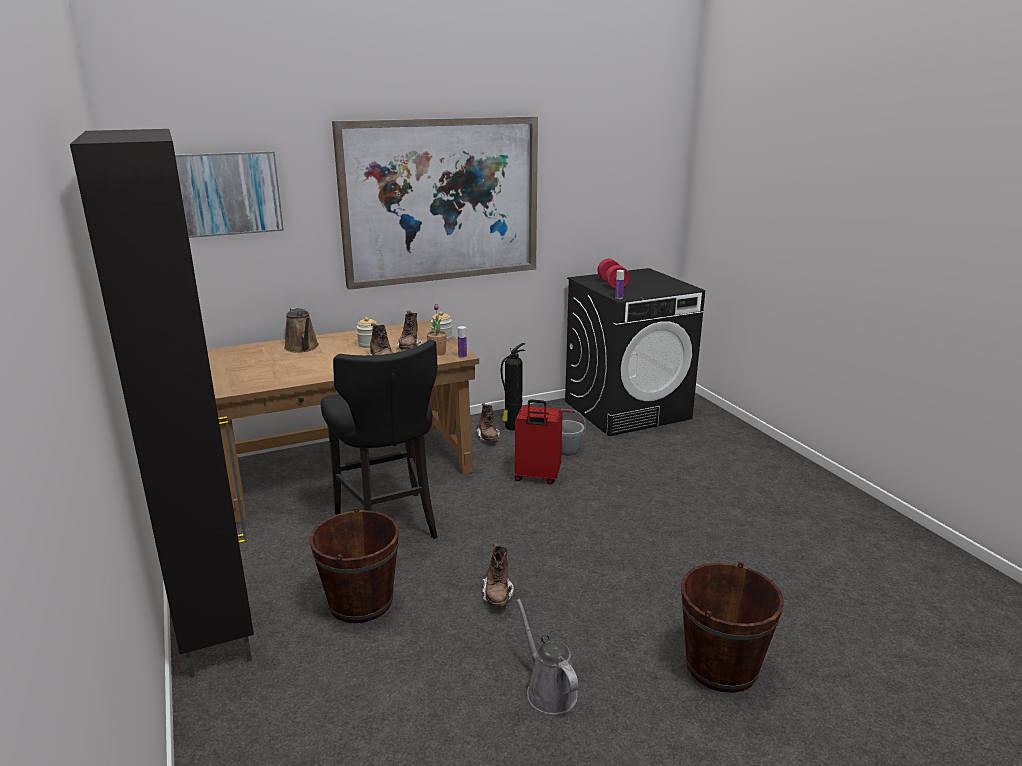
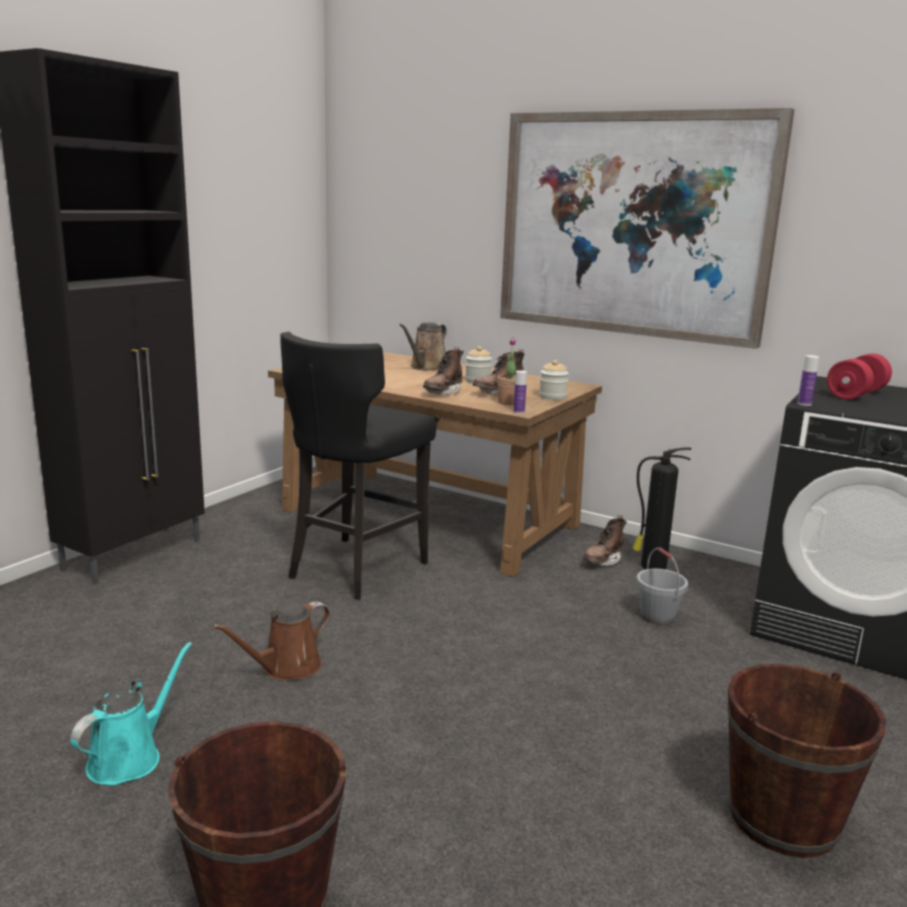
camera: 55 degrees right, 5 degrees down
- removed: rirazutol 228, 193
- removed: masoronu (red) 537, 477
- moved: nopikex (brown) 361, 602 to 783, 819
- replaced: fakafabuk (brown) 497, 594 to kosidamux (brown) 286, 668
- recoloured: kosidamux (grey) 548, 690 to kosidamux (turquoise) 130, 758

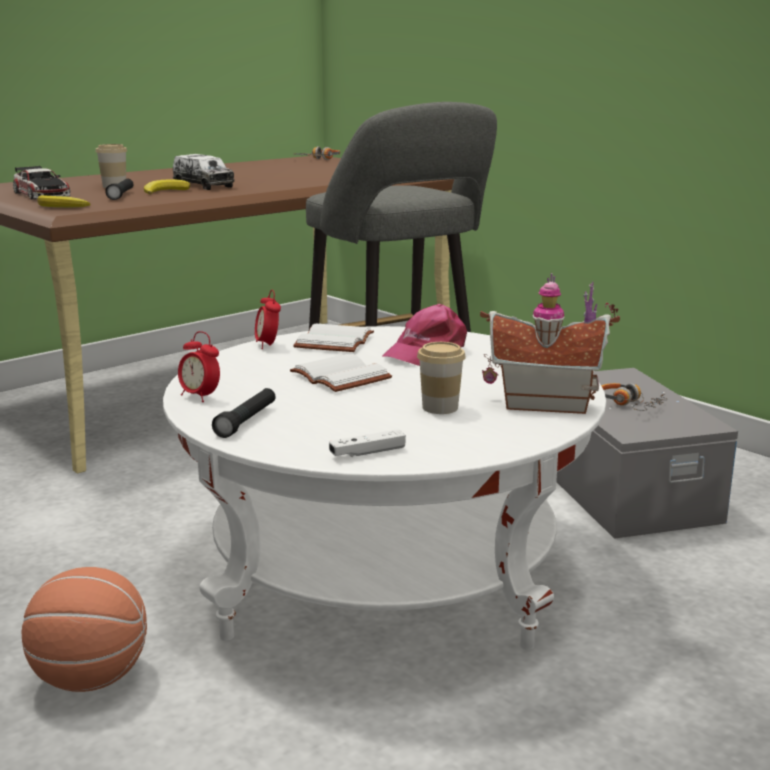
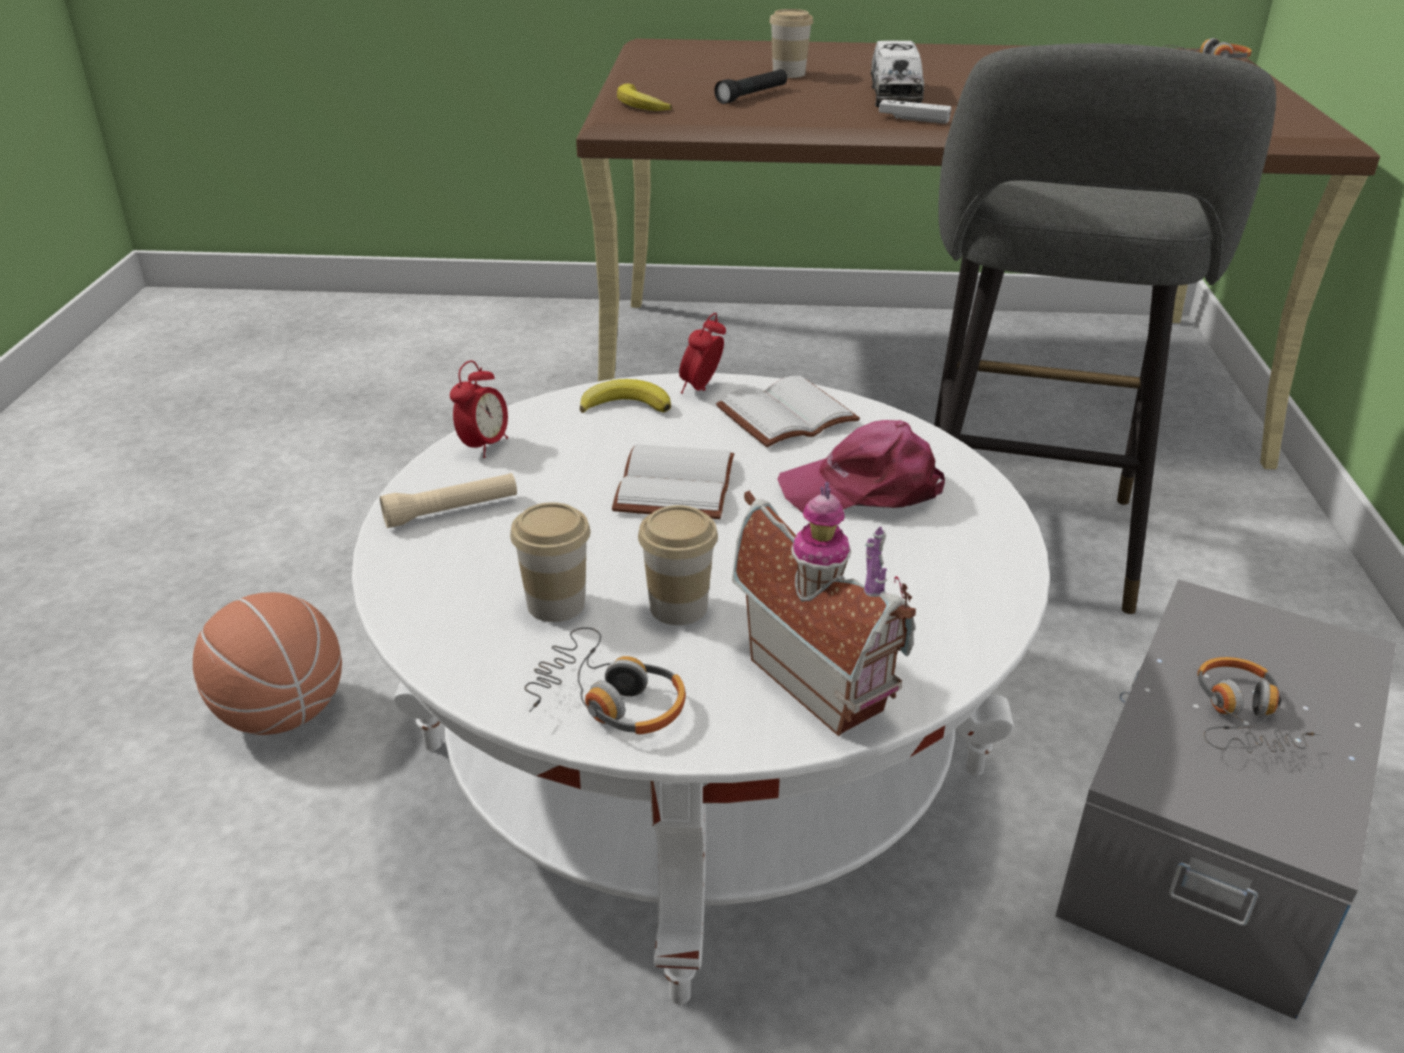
camera: 45 degrees right, 15 degrees up
- removed: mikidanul 41, 194
- added: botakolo 556, 604
- added: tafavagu 609, 700
- moved: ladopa 165, 191 to 625, 404
- moved: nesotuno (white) 367, 452 to 913, 119
- recoloured: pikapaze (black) 246, 421 to pikapaze (beige) 451, 511
- turned: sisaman 200, 397 = 484, 446 150 degrees counterclockwise

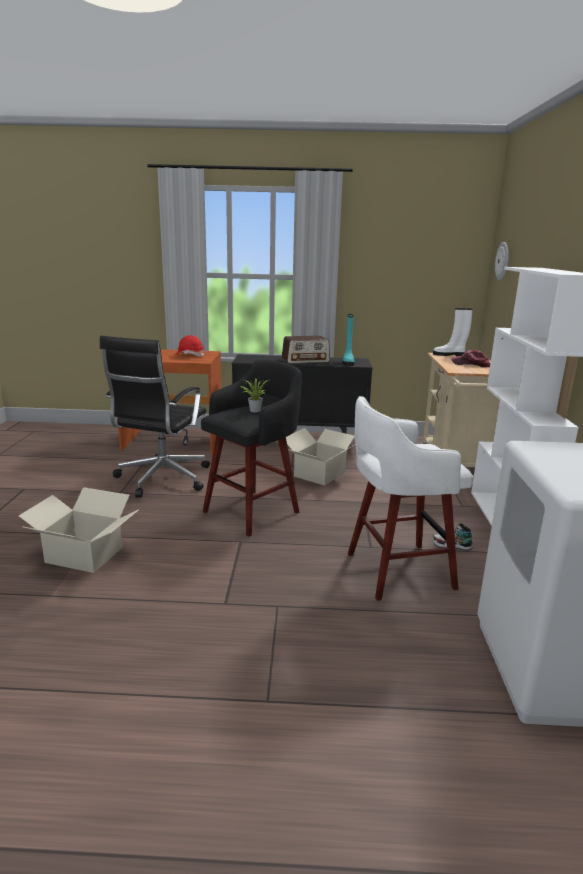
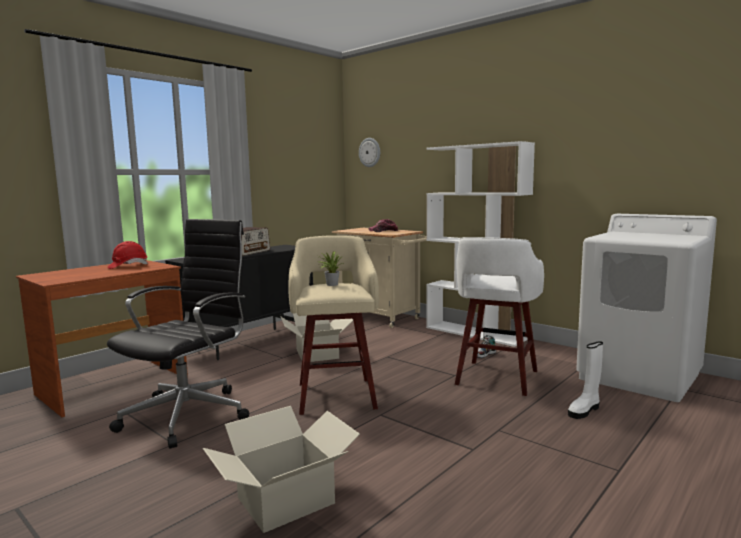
camera: 50 degrees left, 10 degrees down
- removed: fakafabuk (turquoise) 348, 362
- moved: fakafabuk (white) 449, 355 to 584, 410
- recoloured: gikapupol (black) 253, 511 to gikapupol (beige) 336, 394
- turned: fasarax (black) 161, 479 = 189, 414 120 degrees counterclockwise

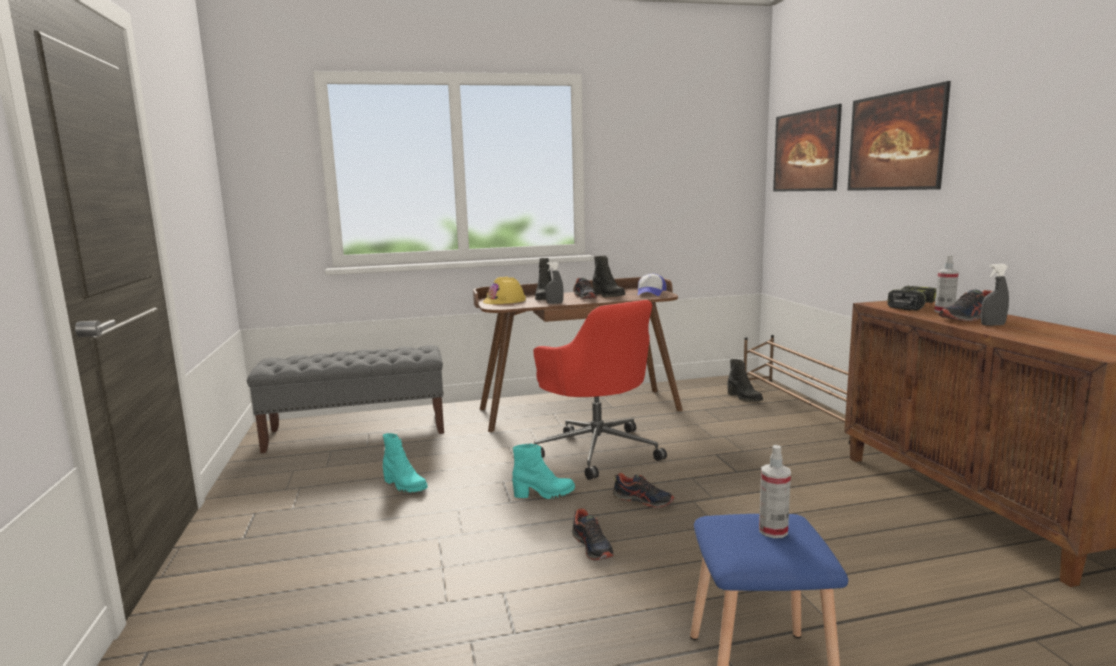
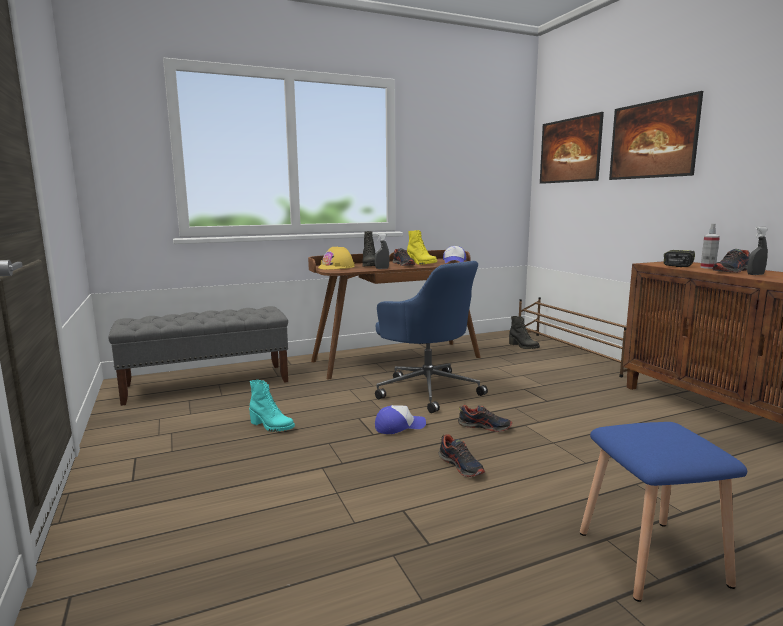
camera: 10 degrees left, 0 degrees up
- removed: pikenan 773, 531
- replaced: fakafabuk (turquoise) 544, 494 to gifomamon 399, 426
- recoloured: fasarax (red) 597, 450 to fasarax (blue) 427, 390
- recoloured: fakafabuk (black) 607, 296 to fakafabuk (yellow) 421, 263

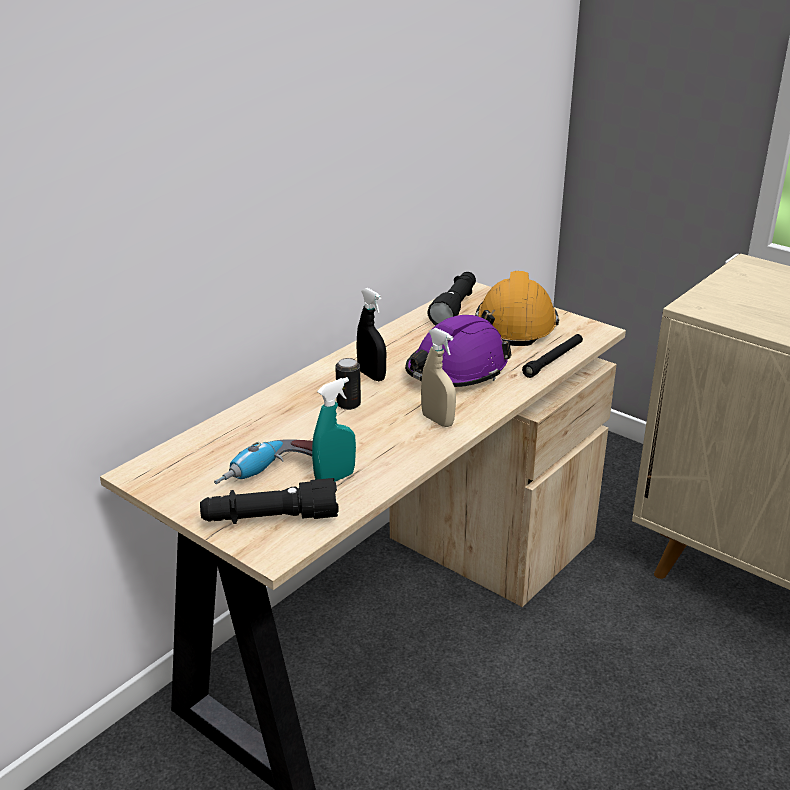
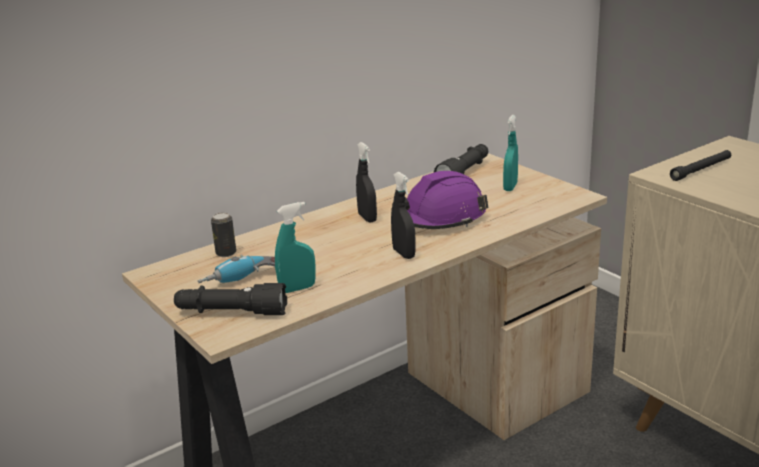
camera: 15 degrees right, 5 degrees down
- moved: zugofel 348, 404 to 226, 253
- moved: pikapaze (black) 553, 360 to 701, 170
- replaced: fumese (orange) 515, 324 to pikenan (turquoise) 510, 187
- recoloured: pikenan (beige) 437, 420 to pikenan (black) 404, 254

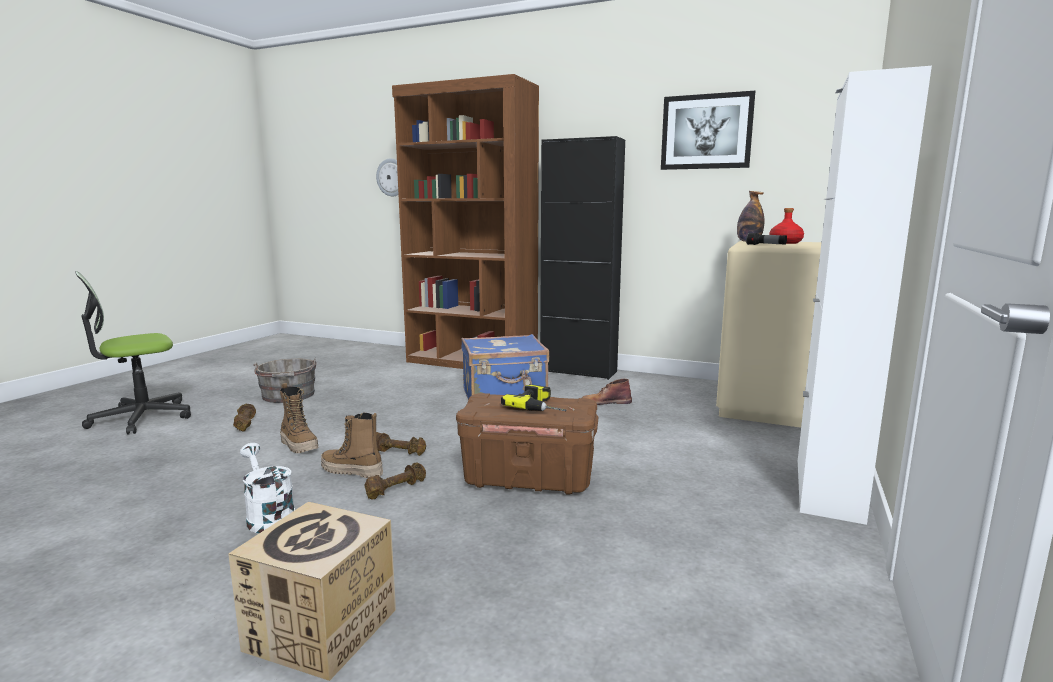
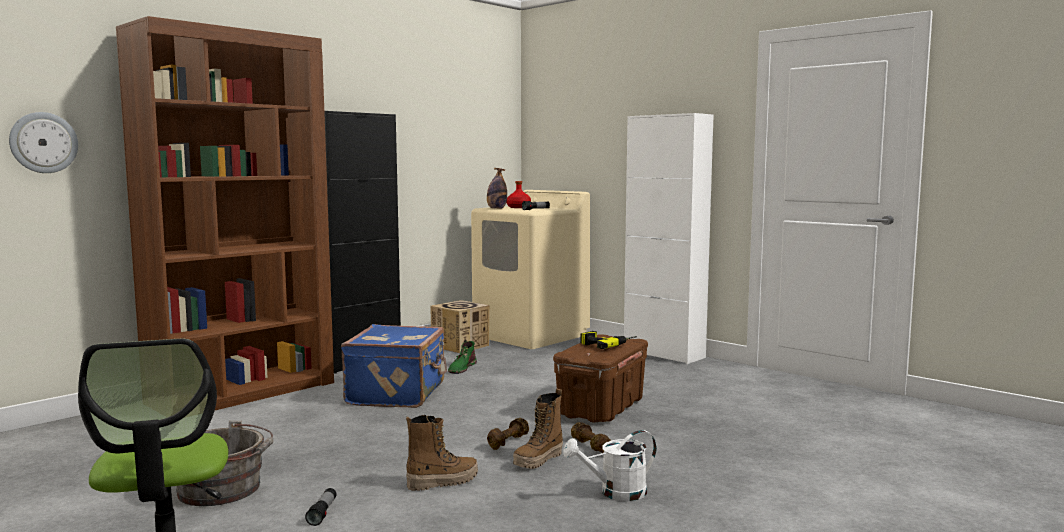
camera: 70 degrees left, 5 degrees down
- removed: rirazutol 706, 132
- moved: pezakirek 322, 629 to 460, 346
- replaced: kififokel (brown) 245, 424 to pikapaze 322, 513
- recoloured: fakafabuk (brown) 605, 402 to fakafabuk (green) 462, 368

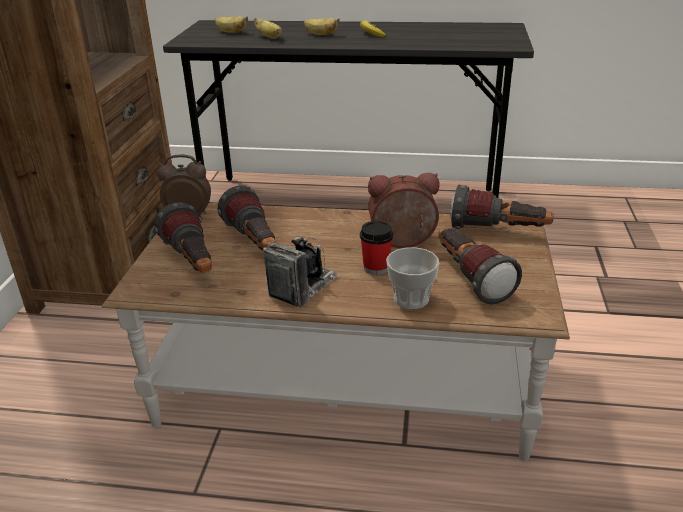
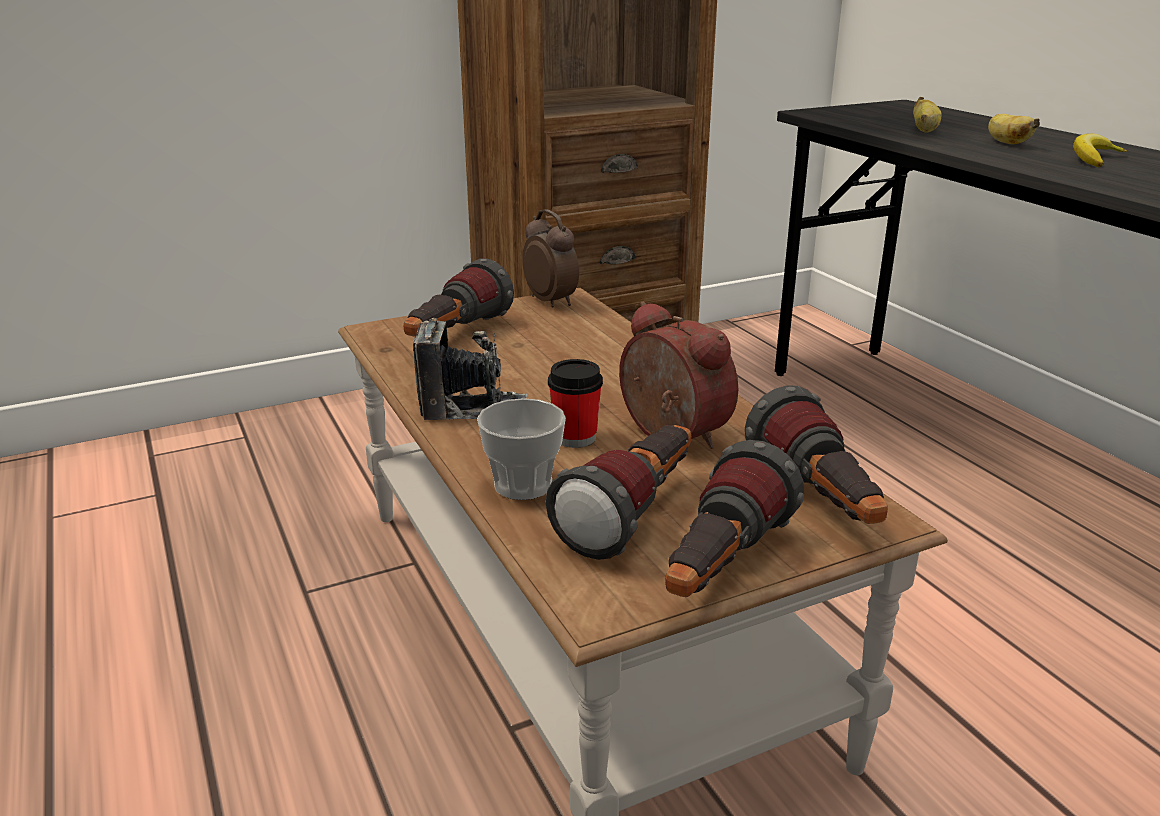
camera: 55 degrees right, 5 degrees down
- removed: ladopa 230, 32
- moved: pikapaze 254, 244 to 720, 569

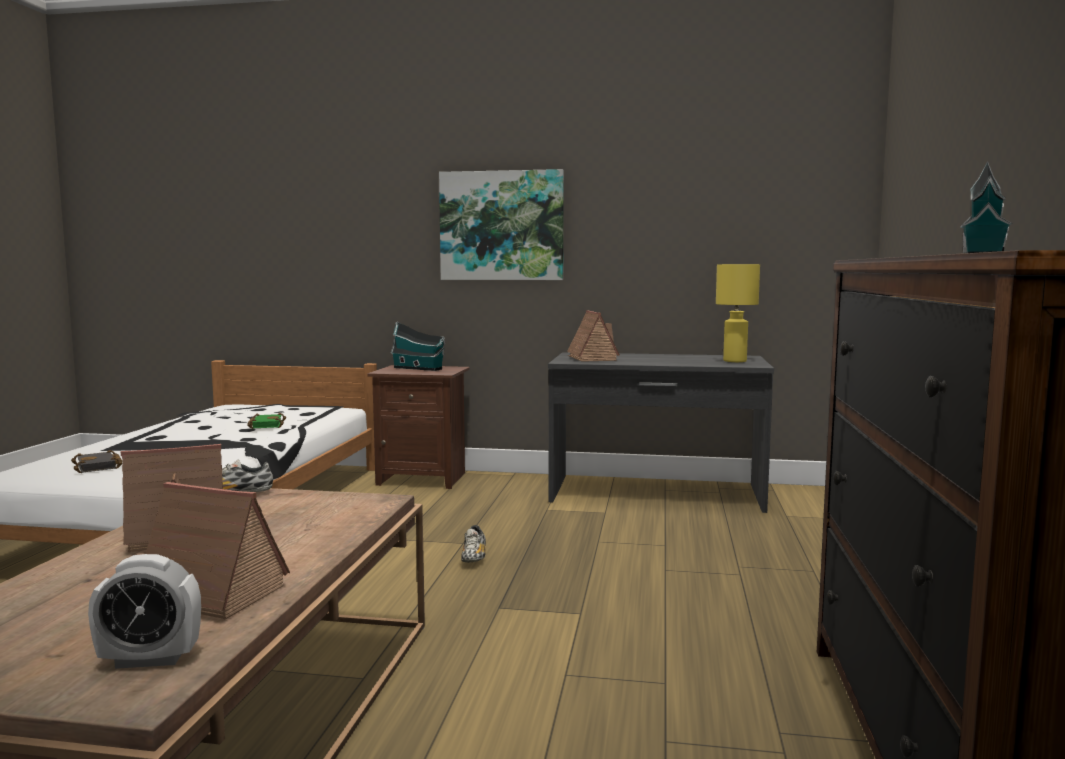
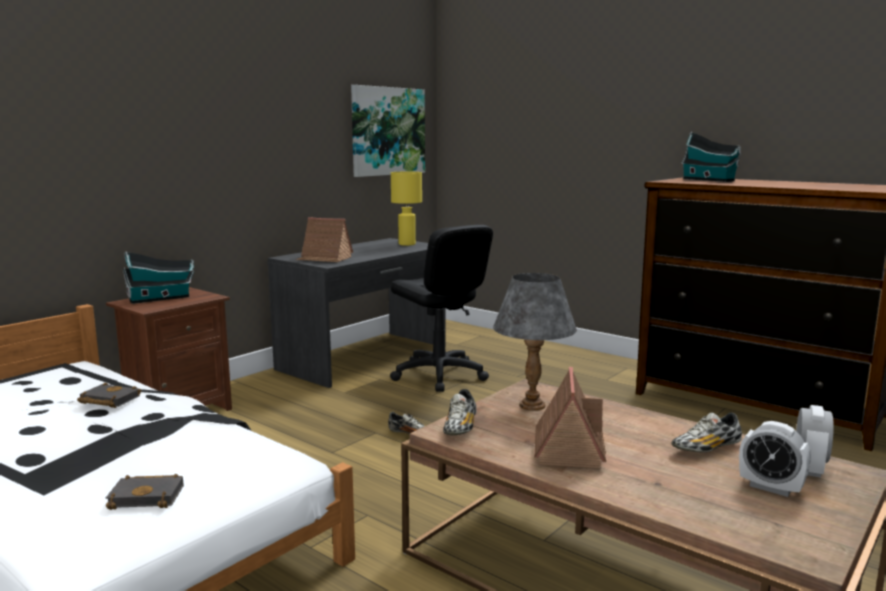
camera: 60 degrees left, 5 degrees up
- added: fasarax (black) 439, 375
- added: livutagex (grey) 532, 405
- added: sisaman 770, 487
- moved: rirazutol 502, 226 to 388, 131
- replaced: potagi 208, 594 to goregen 706, 449
- recoloured: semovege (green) 265, 425 to semovege (black) 107, 400

